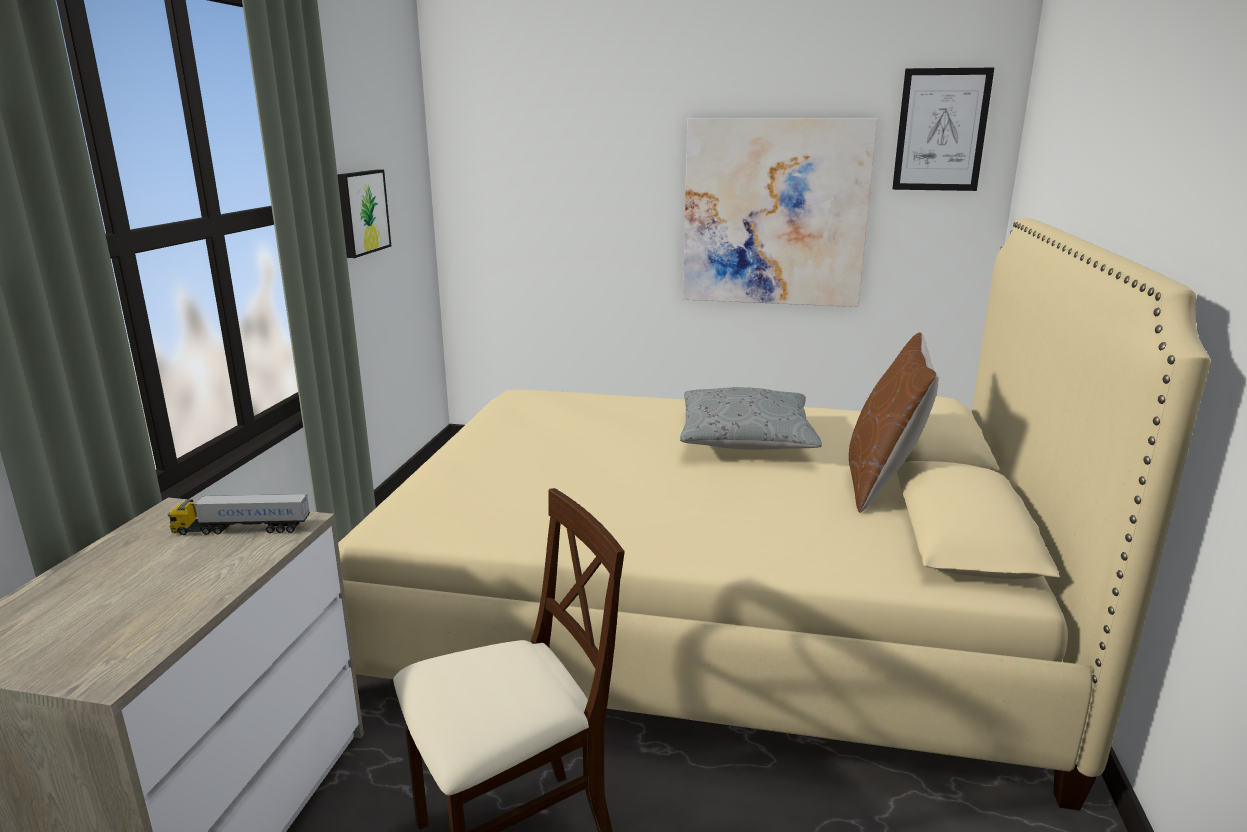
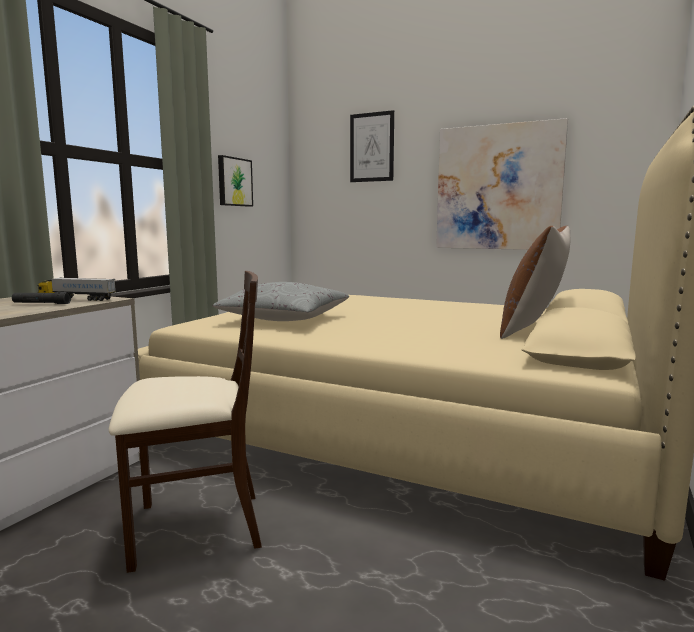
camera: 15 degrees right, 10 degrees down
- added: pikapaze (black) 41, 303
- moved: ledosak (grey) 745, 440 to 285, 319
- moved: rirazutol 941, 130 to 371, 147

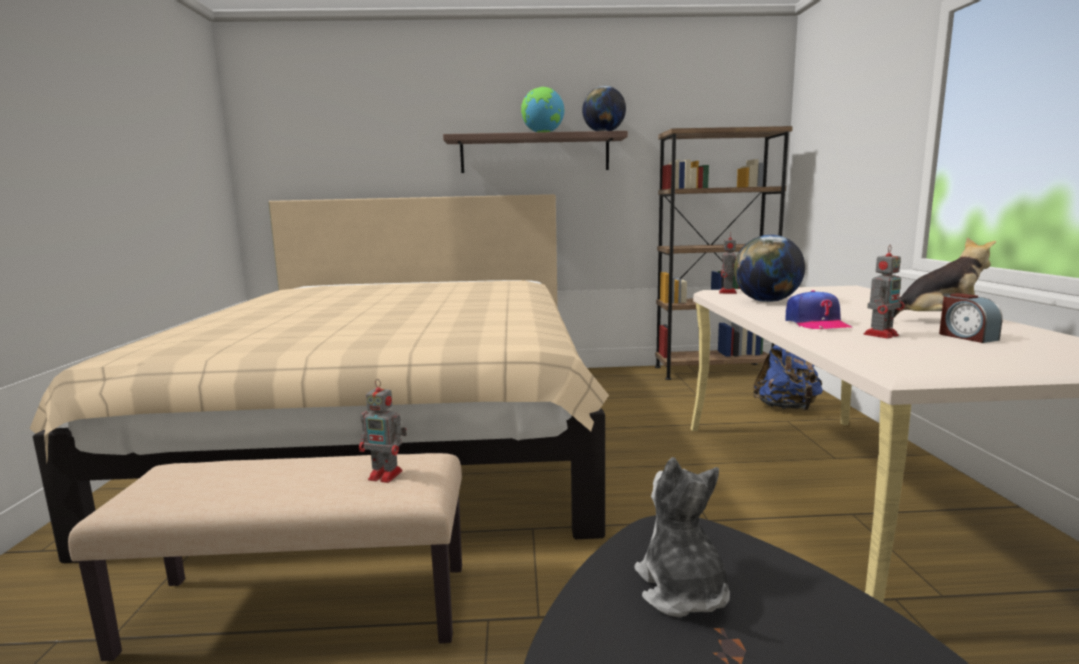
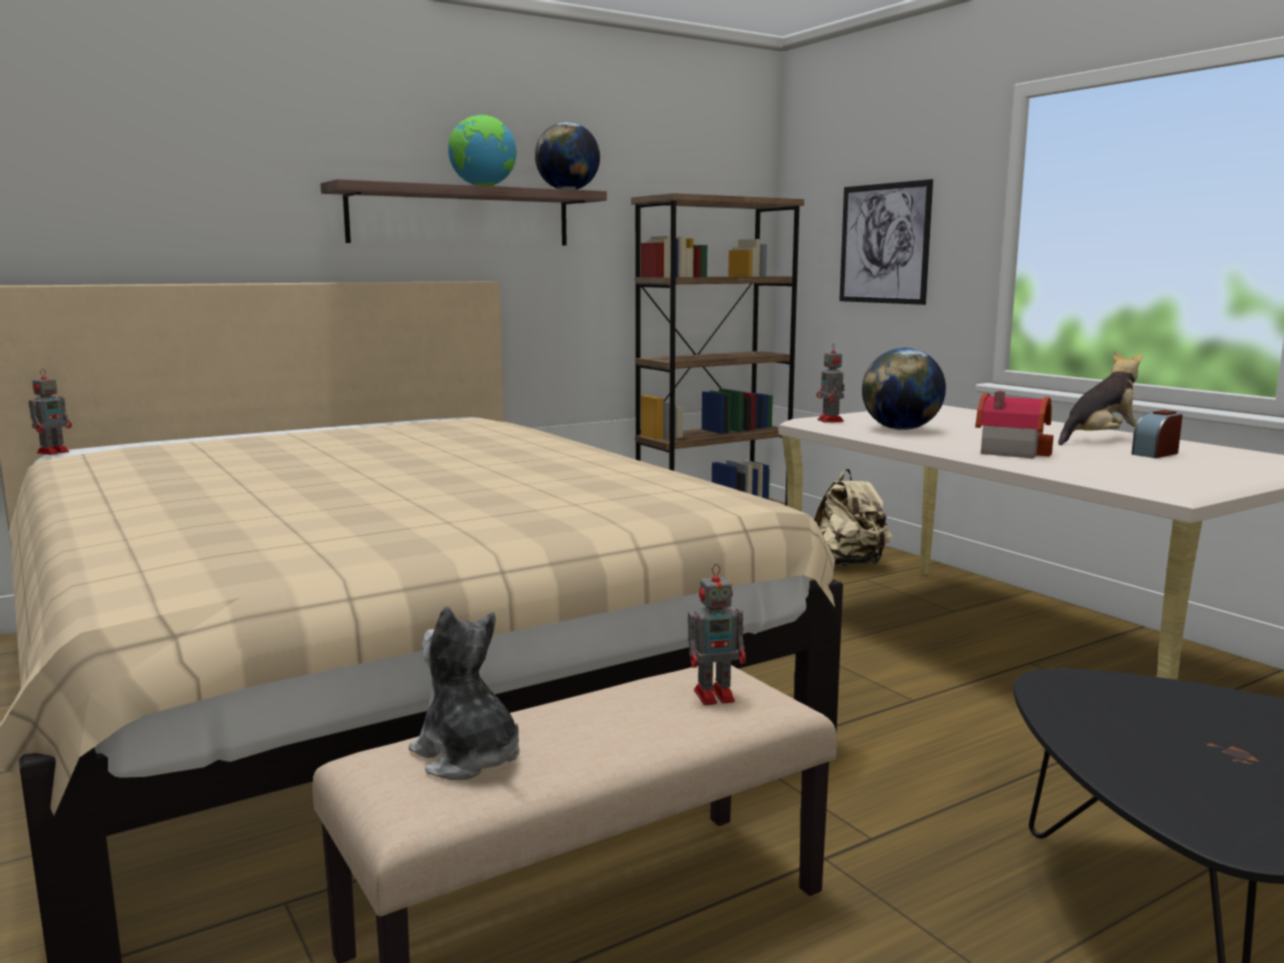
camera: 30 degrees left, 0 degrees up
- added: rirazutol 884, 243
- moved: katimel 682, 591 to 467, 757
- moved: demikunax 881, 334 to 54, 452
- replaced: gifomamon 816, 323 to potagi 1010, 451
- recoloured: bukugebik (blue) 786, 408 to bukugebik (beige) 848, 564
- turned: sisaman 966, 337 = 1155, 453 105 degrees clockwise

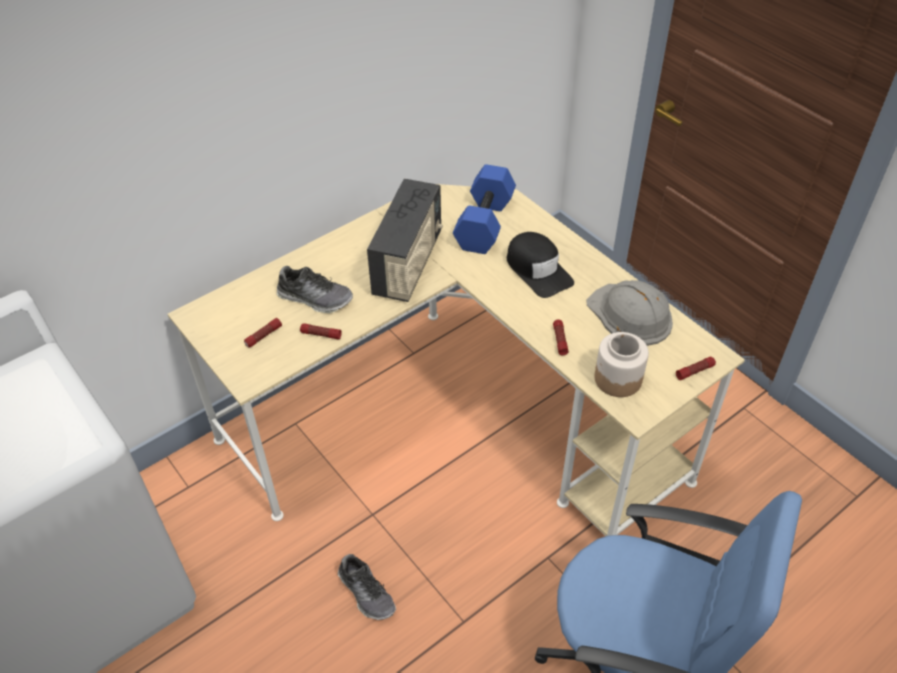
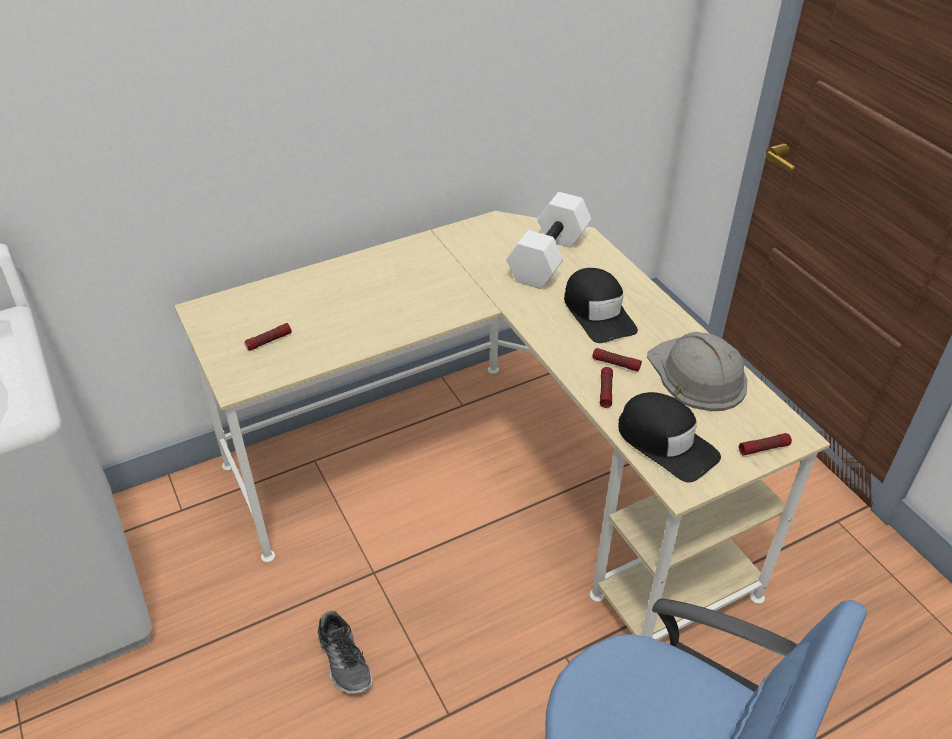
camera: 10 degrees right, 5 degrees down
- removed: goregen 315, 298
- removed: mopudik 408, 264
- moved: pikapaze 321, 335 to 616, 364
- replaced: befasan 617, 378 to gifomamon (black) 666, 443
- recoloured: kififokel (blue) 485, 224 to kififokel (white) 549, 259

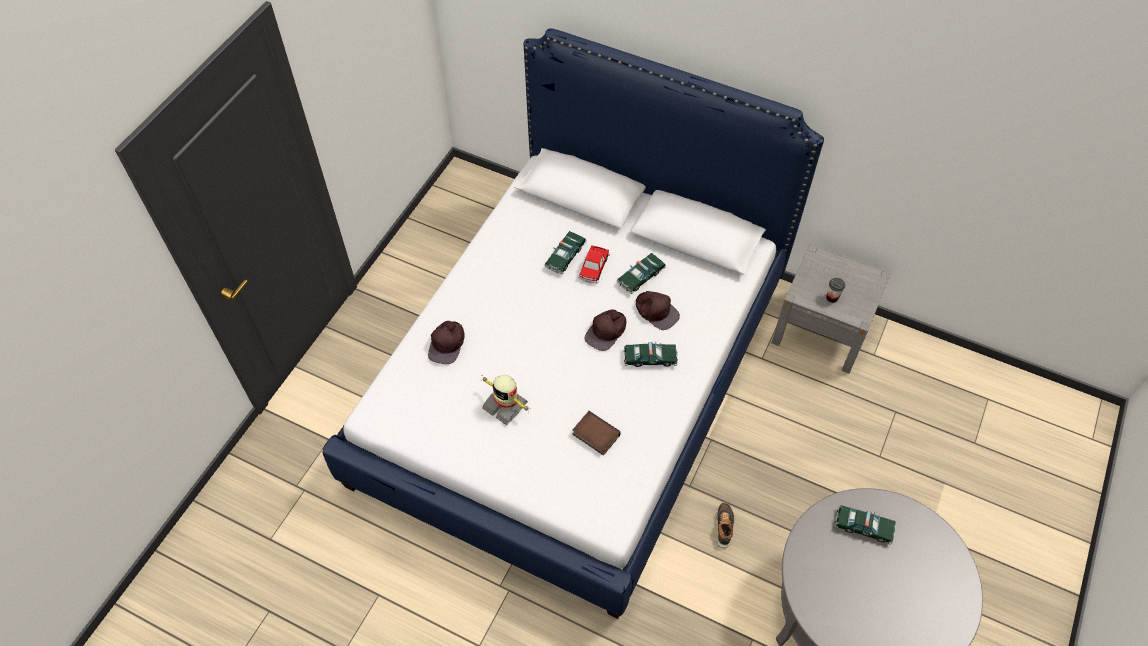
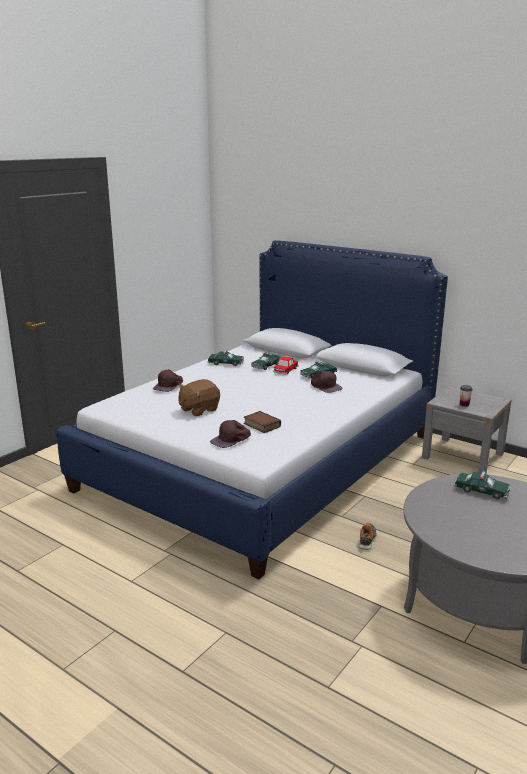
camera: 10 degrees right, 35 degrees down
- moved: gifomamon (brown) 606, 331 to 231, 439
- moved: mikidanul 650, 358 to 226, 363
- replaced: demikunax 505, 405 to katimel (brown) 198, 409

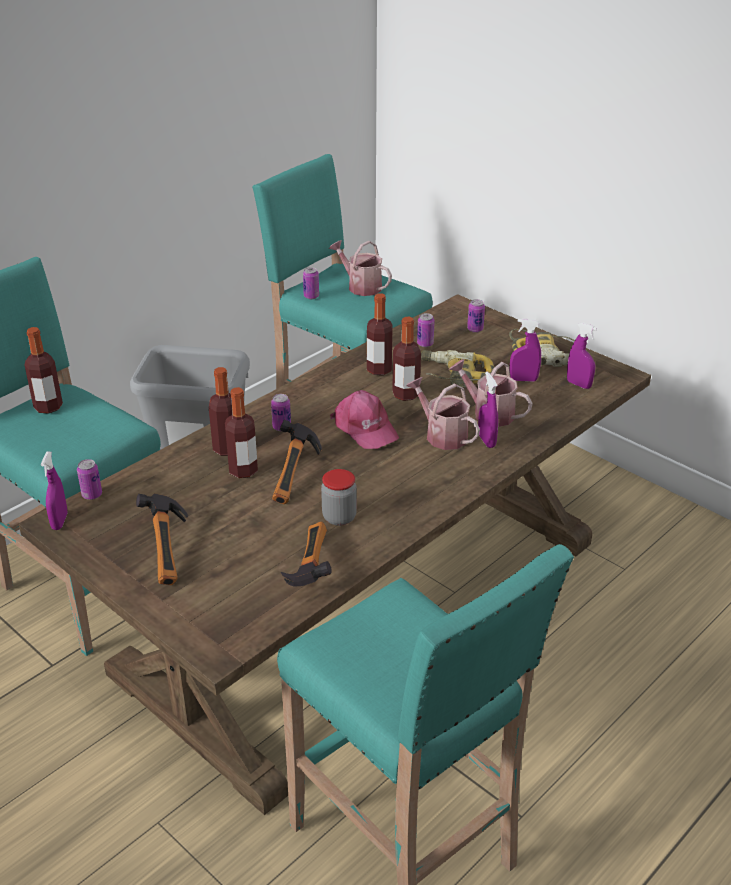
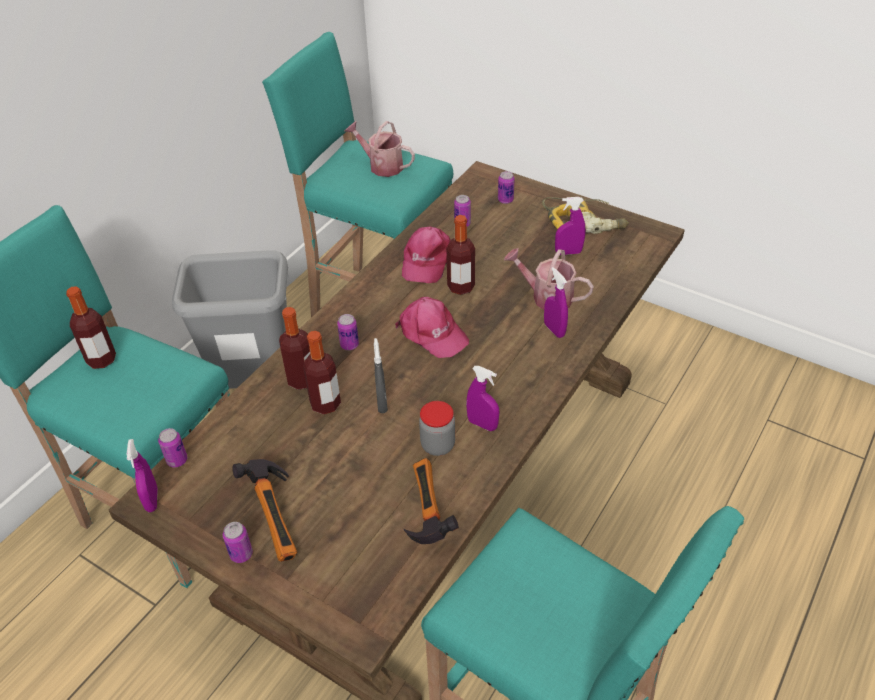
camera: 10 degrees left, 10 degrees up
- removed: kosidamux 442, 435
- removed: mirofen 456, 377
- moved: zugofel 311, 296 to 241, 554
- moved: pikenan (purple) 578, 384 to 482, 424
- replaced: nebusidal 297, 477 to pikenan (grey) 382, 403
- replaced: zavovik 379, 369 to gifomamon (pink) 426, 261

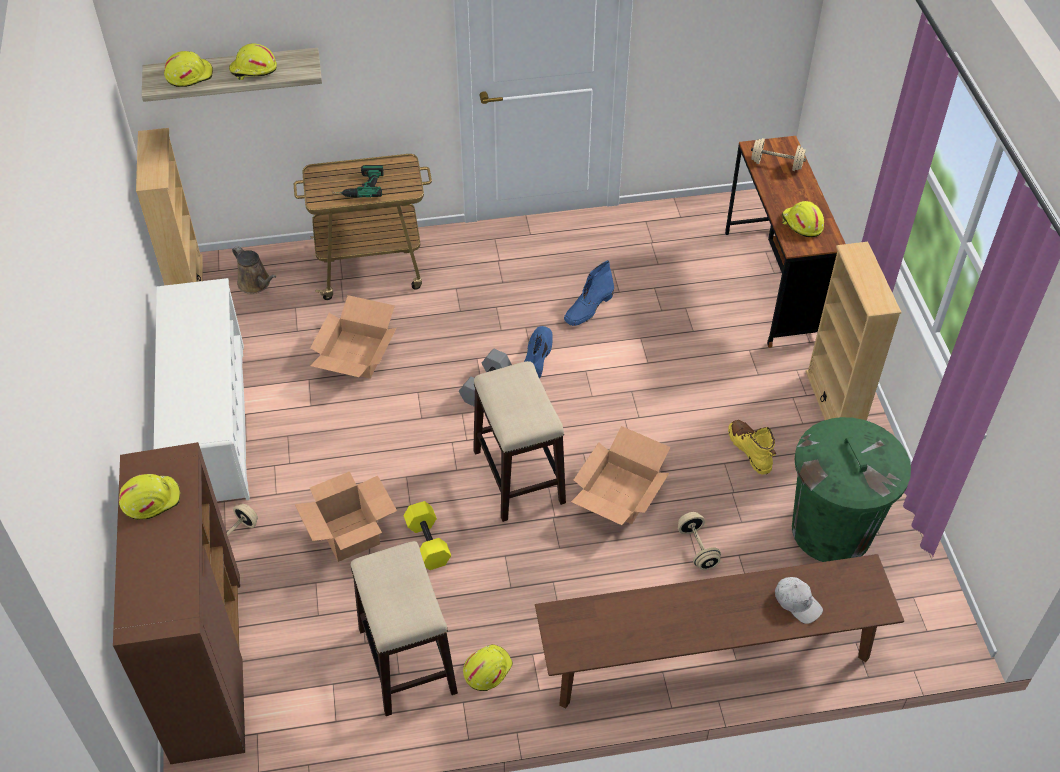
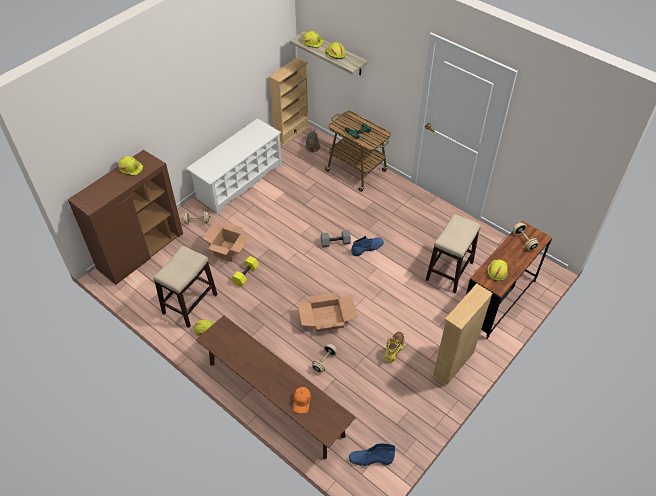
camera: 50 degrees right, 0 degrees up
- removed: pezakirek 356, 355
- removed: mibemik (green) 831, 530
- moved: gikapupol 518, 476 to 449, 271
- moved: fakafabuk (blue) 588, 308 to 370, 459
- recoloured: gifomamon (white) 797, 602 to gifomamon (orange) 302, 401

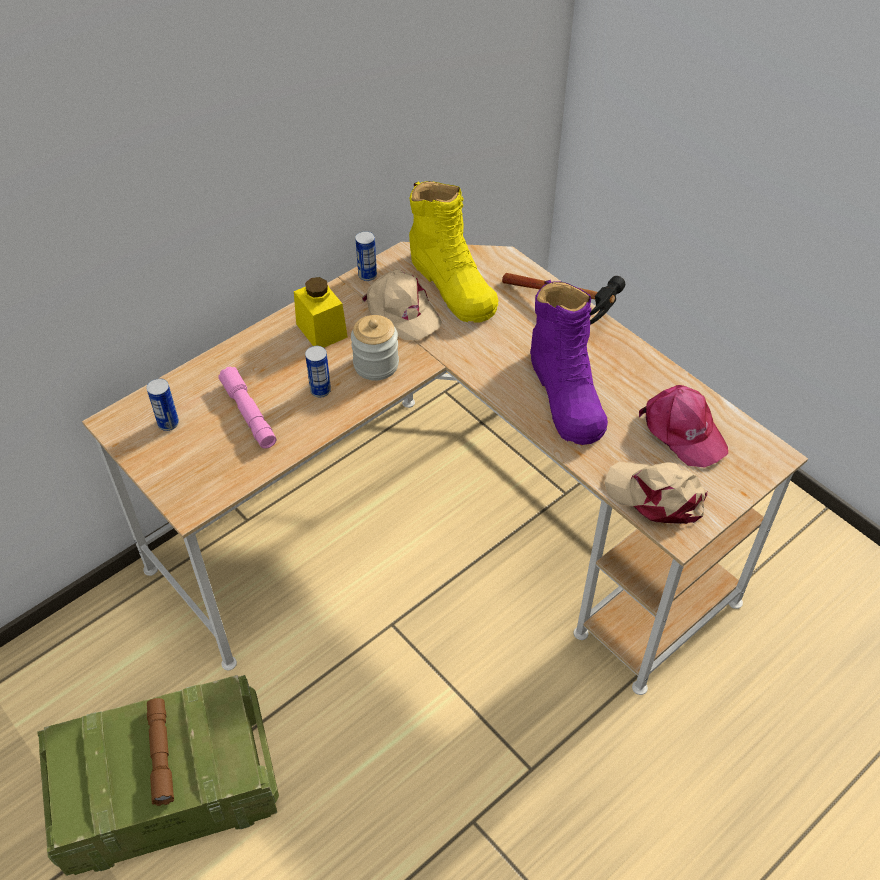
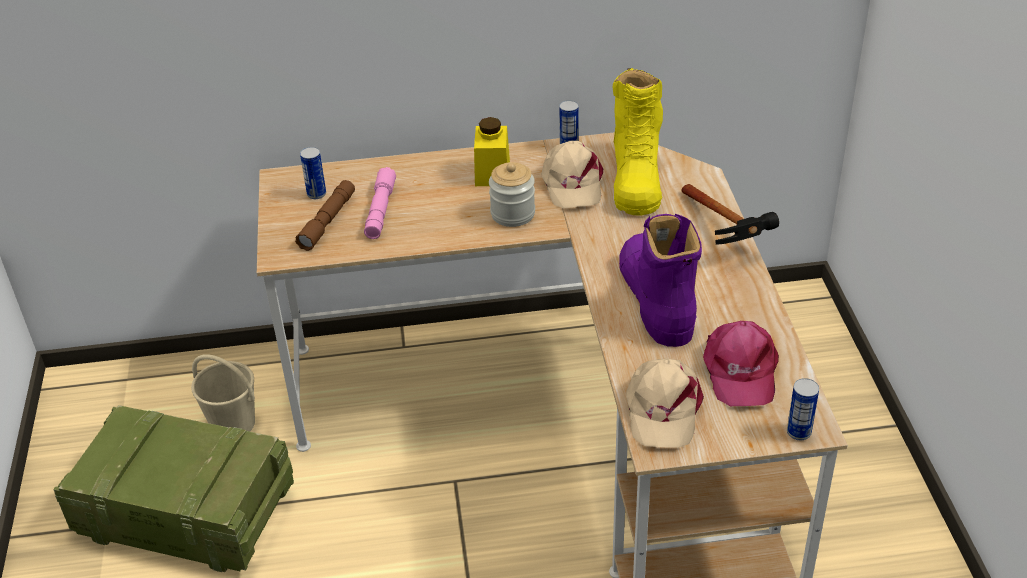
camera: 35 degrees right, 10 degrees down
- added: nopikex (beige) 232, 424
- moved: pikapaze (brown) 161, 754 to 327, 221
- moved: zugofel 320, 390 to 798, 432
- turned: fakafabuk (purple) 566, 394 = 656, 298 150 degrees clockwise
- turned: gifomamon (beige) 656, 496 = 662, 409 150 degrees counterclockwise

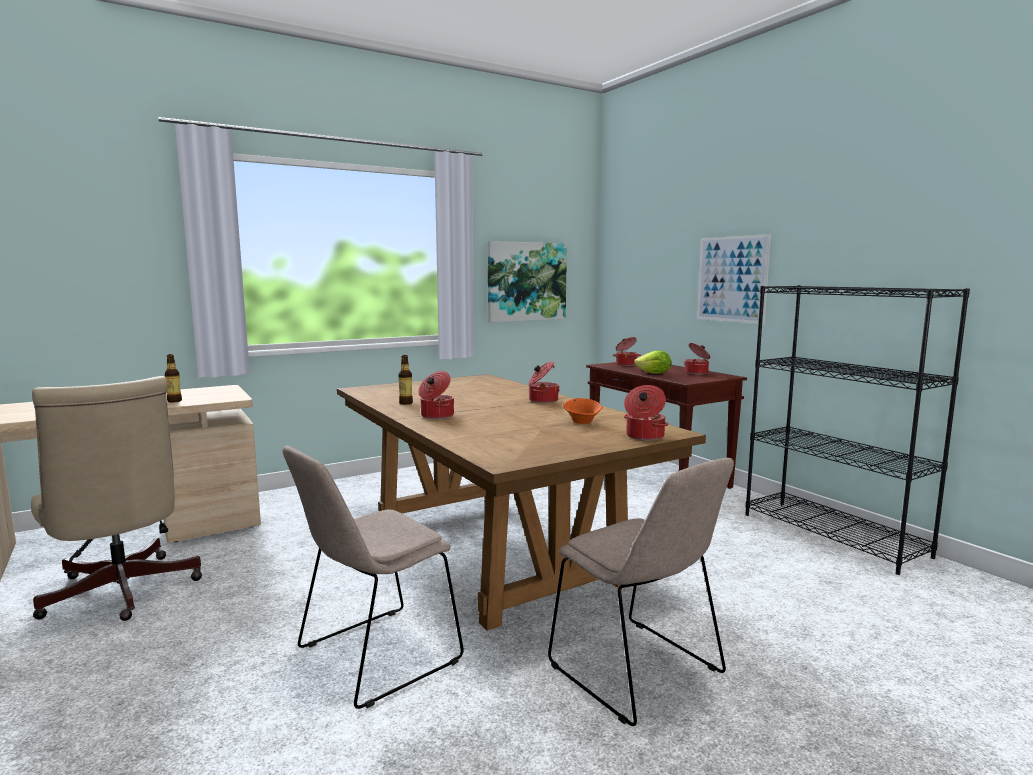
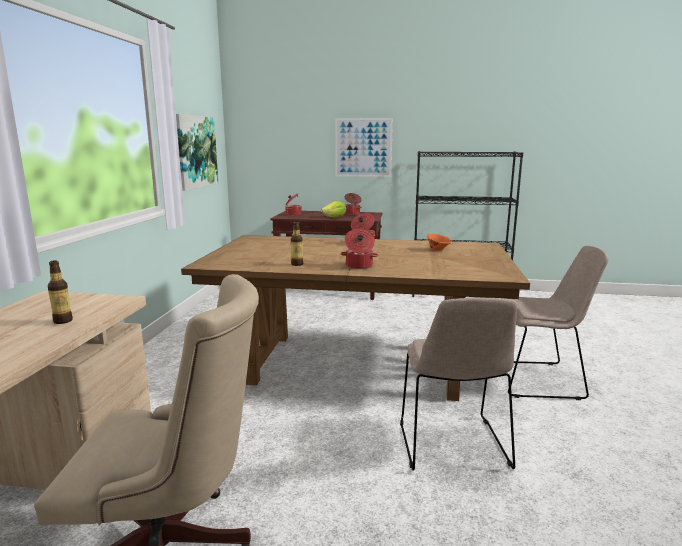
camera: 50 degrees left, 5 degrees up
- removed: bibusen 644, 436

